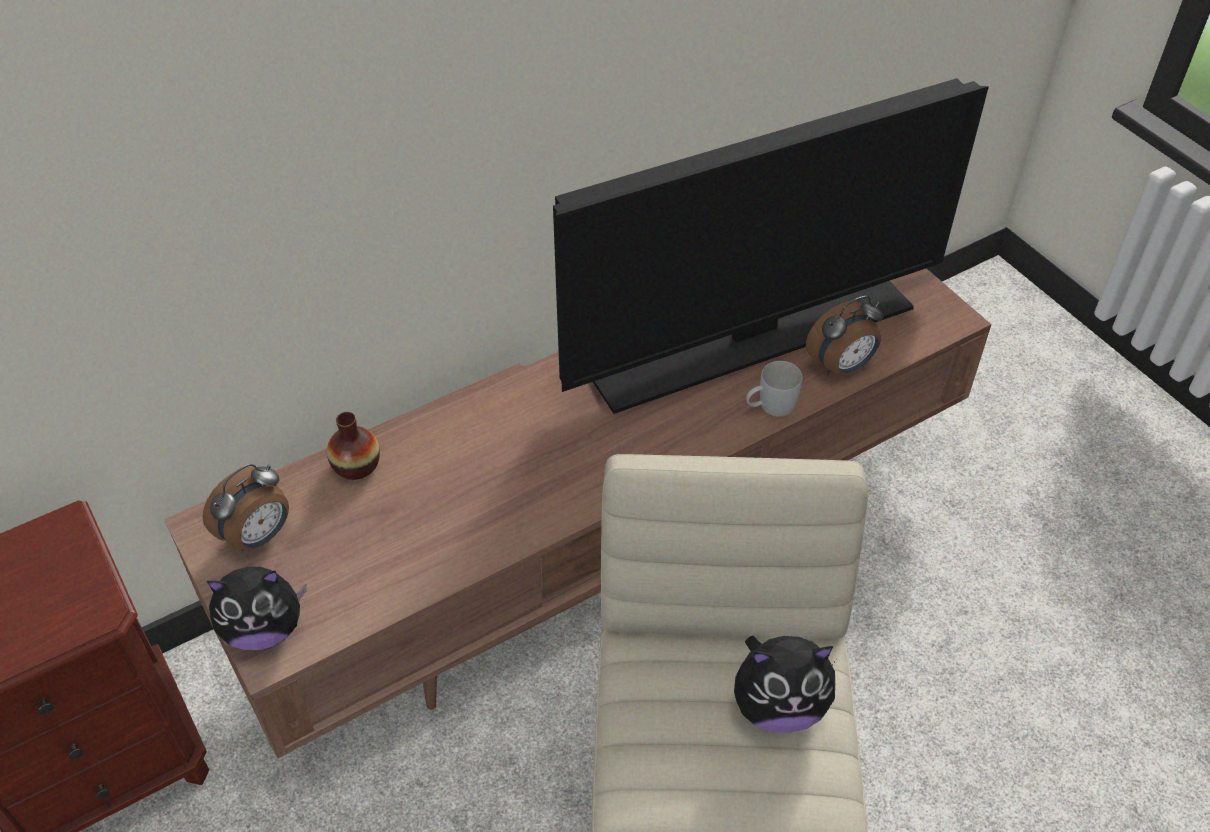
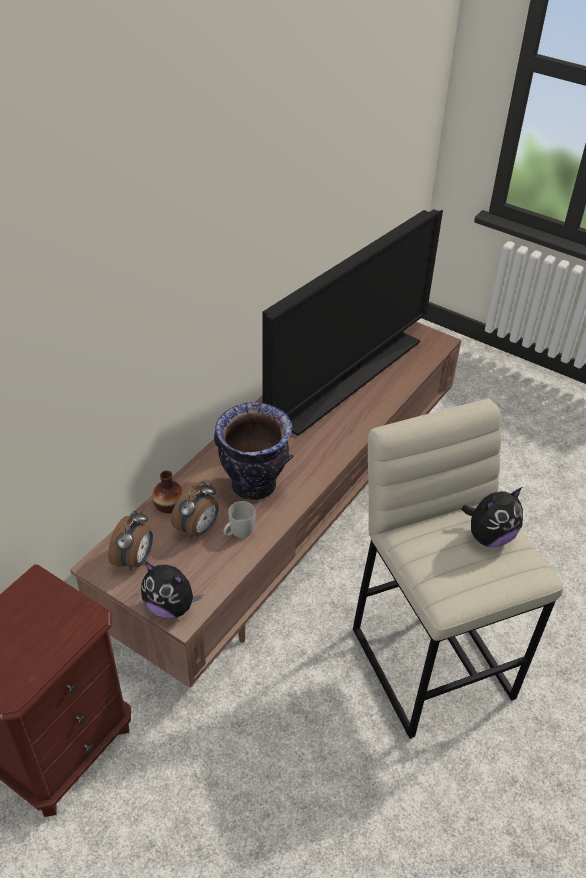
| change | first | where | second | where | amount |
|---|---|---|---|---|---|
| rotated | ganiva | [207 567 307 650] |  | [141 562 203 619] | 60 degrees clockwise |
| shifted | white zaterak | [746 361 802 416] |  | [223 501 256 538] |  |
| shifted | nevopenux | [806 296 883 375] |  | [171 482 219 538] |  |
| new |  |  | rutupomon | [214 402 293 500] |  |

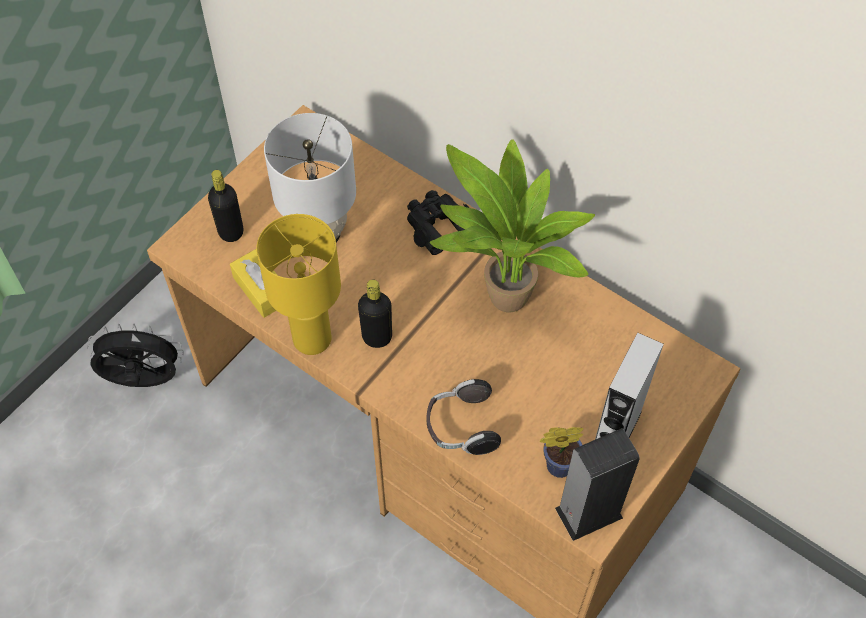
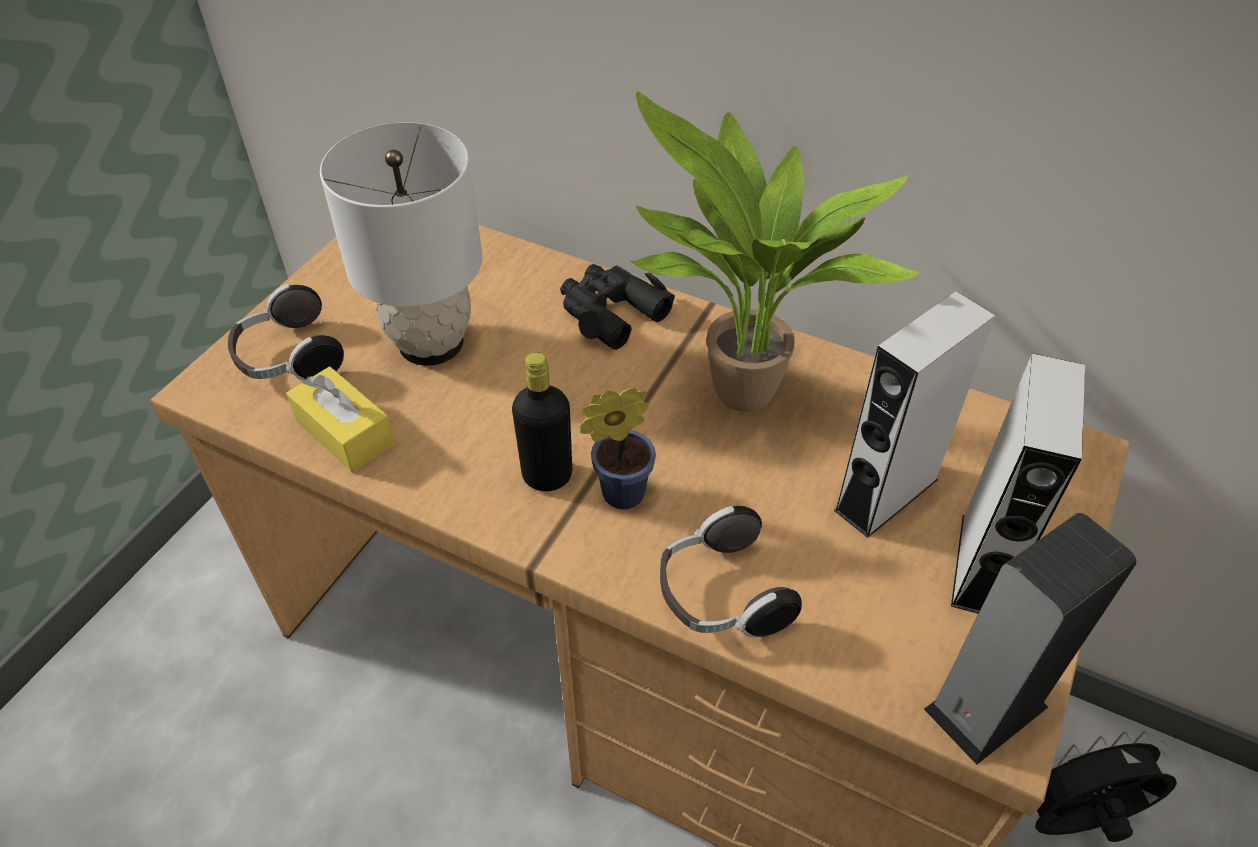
| change | first | where | second | where | amount |
|---|---|---|---|---|---|
| shifted | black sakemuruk | [87 323 184 387] |  | [1035 731 1177 842] |  |
| swapped | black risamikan | [208 170 244 242] | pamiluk | [228 284 344 381] |  |
| gone | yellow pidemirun | [256 214 341 355] |  |  |  |
| shifted | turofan | [540 427 584 478] |  | [580 388 656 509] |  |
| new |  |  | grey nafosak | [833 291 996 538] |  |

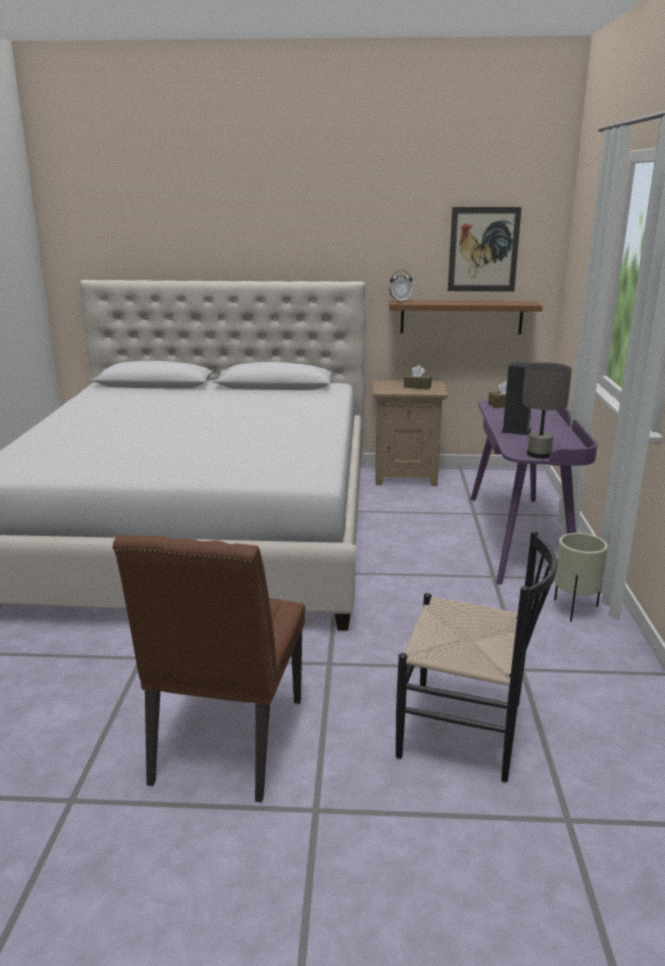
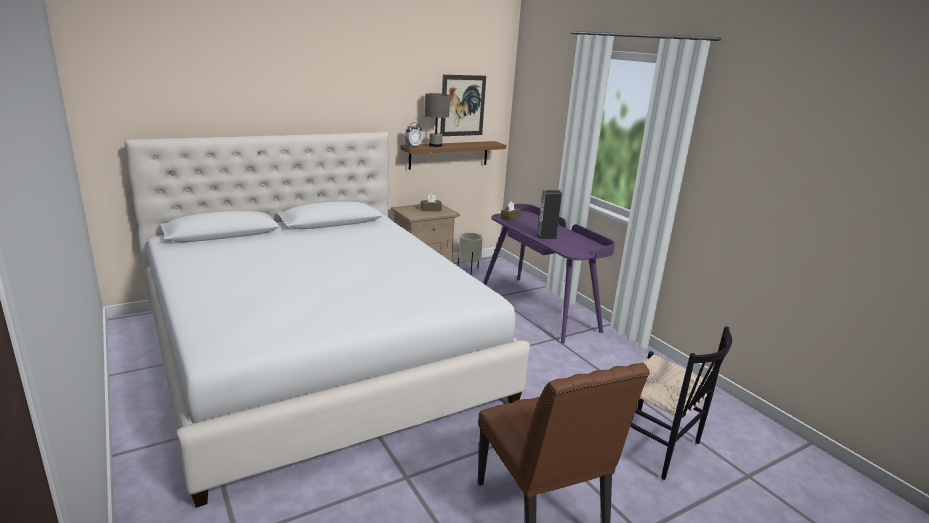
| change | first | where | second | where | amount |
|---|---|---|---|---|---|
| rotated | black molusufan | [396 531 557 782] |  | [630 326 732 480] | 60 degrees clockwise |
| shifted | grey pidemirun | [522 362 572 459] |  | [425 93 450 147] |  |
| shifted | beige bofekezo | [554 533 608 622] |  | [458 233 483 274] |  |

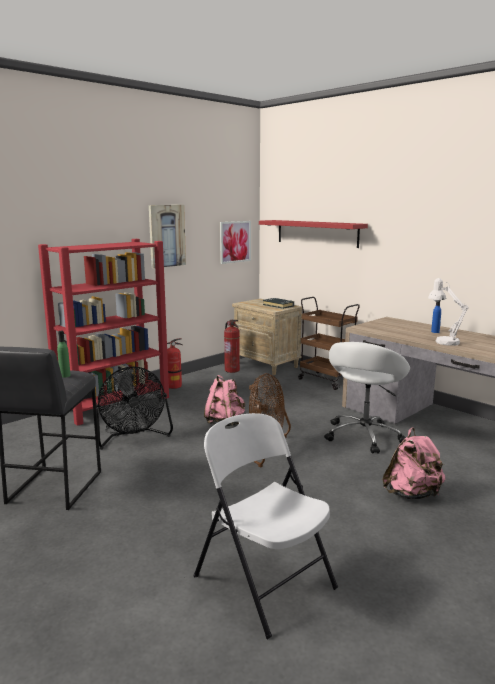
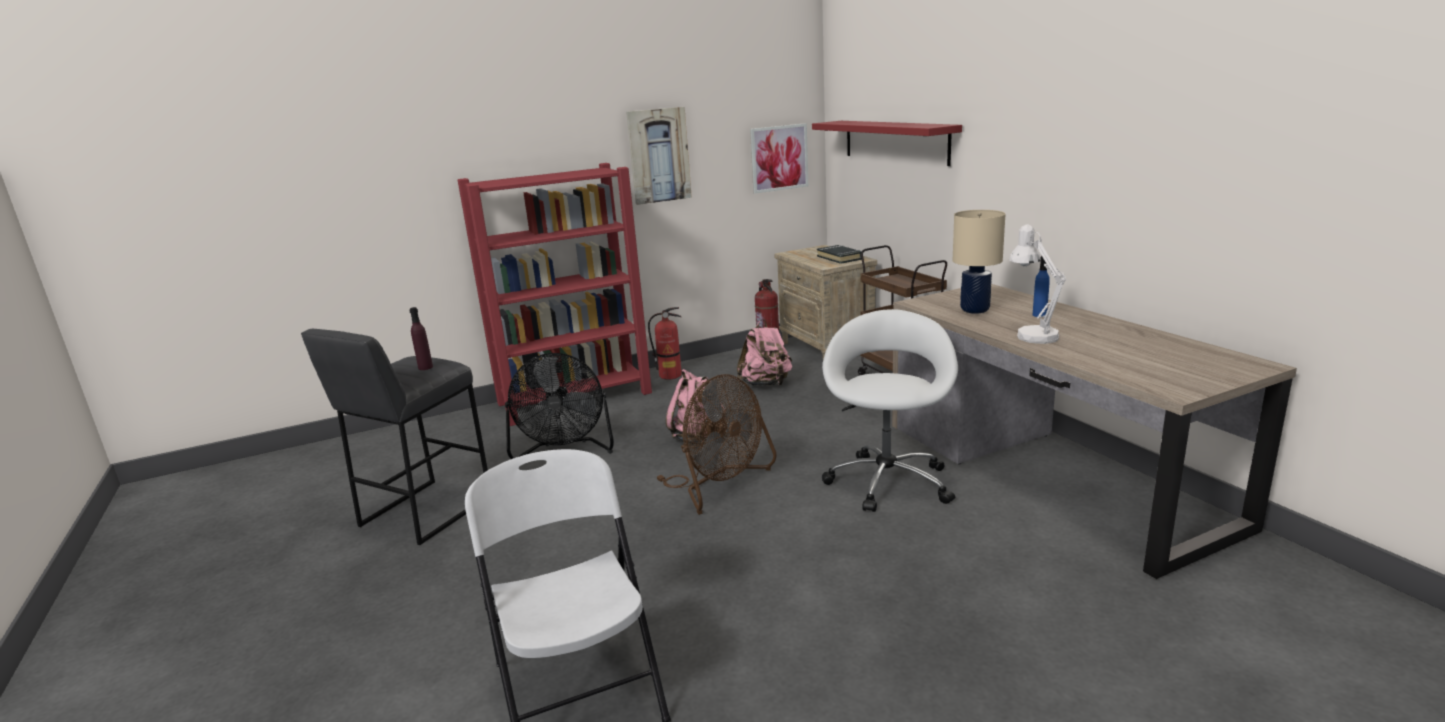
| change | first | where | second | where | amount |
|---|---|---|---|---|---|
| repainted | green risamikan | [57 331 71 378] | purple risamikan | [409 307 433 370] |  |
| rotated | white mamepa | [324 342 410 453] |  | [822 309 958 512] | 150 degrees clockwise |
| shifted | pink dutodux | [382 428 445 499] |  | [737 319 792 386] |  |
| new |  |  | beige pidemirun | [953 210 1005 314] |  |

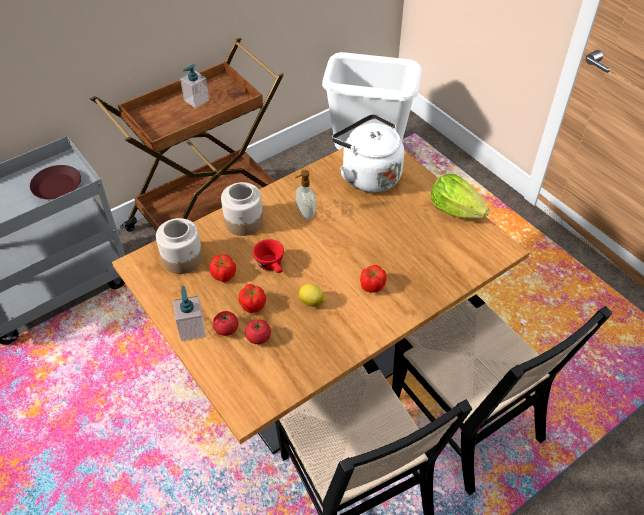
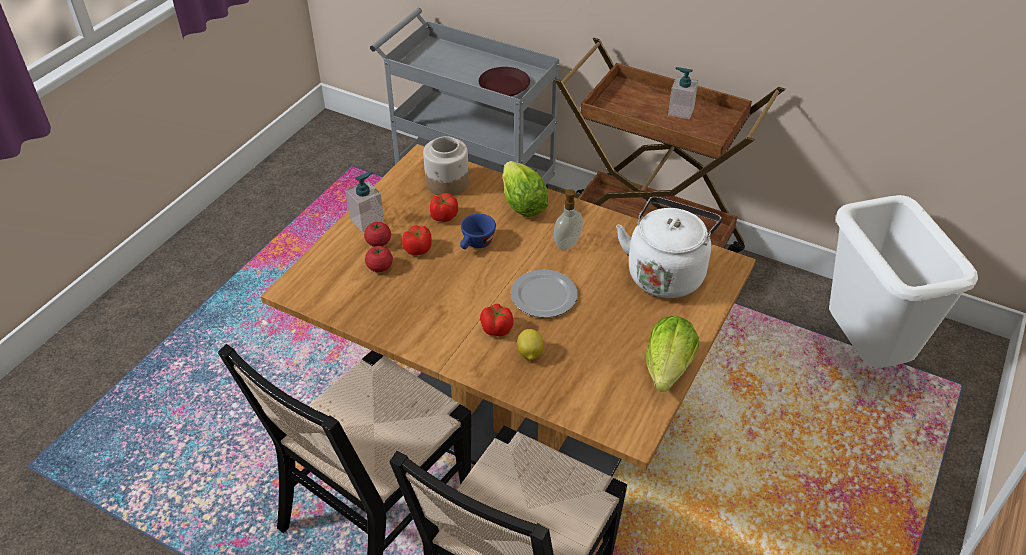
| change | first | where | second | where | amount |
|---|---|---|---|---|---|
| swapped | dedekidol | [221 182 263 236] | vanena | [503 161 548 217] |  |
| repainted | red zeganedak | [253 239 284 273] | blue zeganedak | [460 214 496 249] |  |
| shifted | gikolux | [298 284 325 307] |  | [517 329 544 361] |  |
| new |  |  | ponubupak | [511 269 578 318] |  |

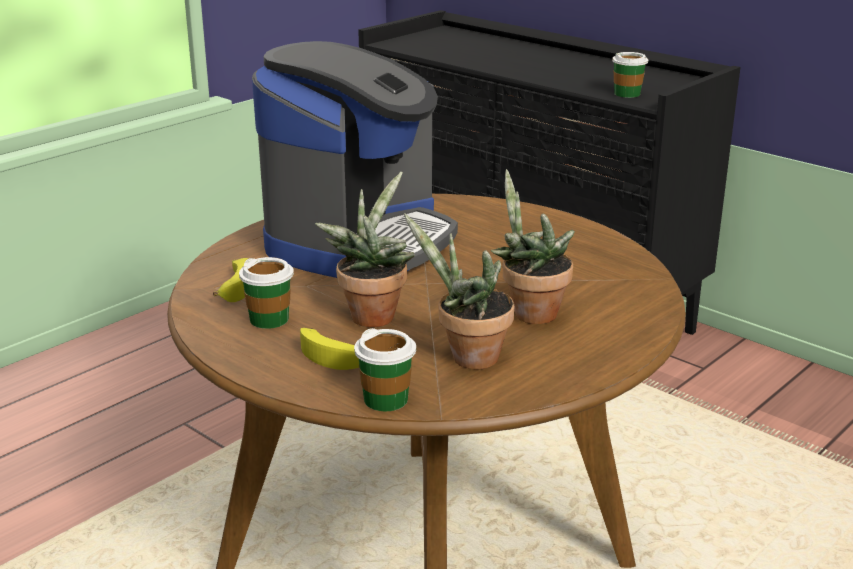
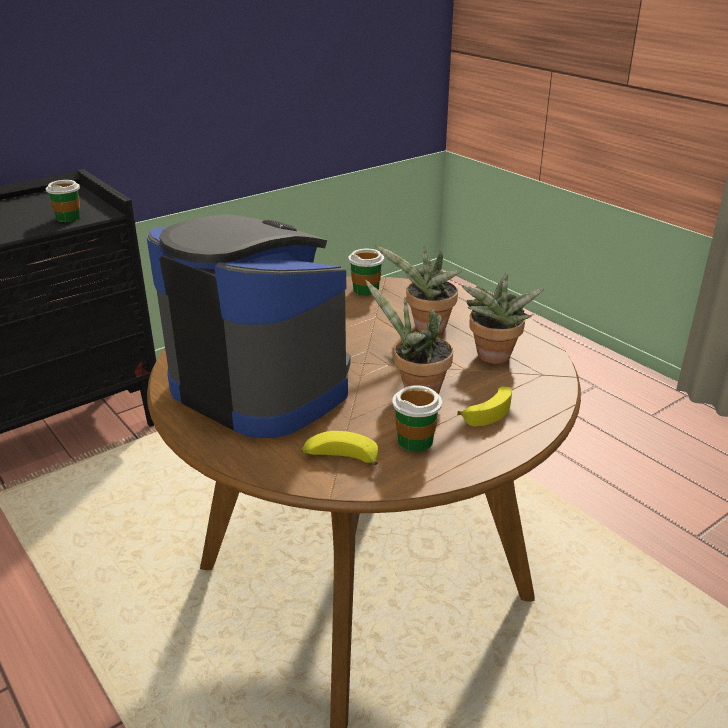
| change | first | where | second | where | amount |
|---|---|---|---|---|---|
| shifted | zeganedak | [354 328 416 411] |  | [348 249 384 296] |  |

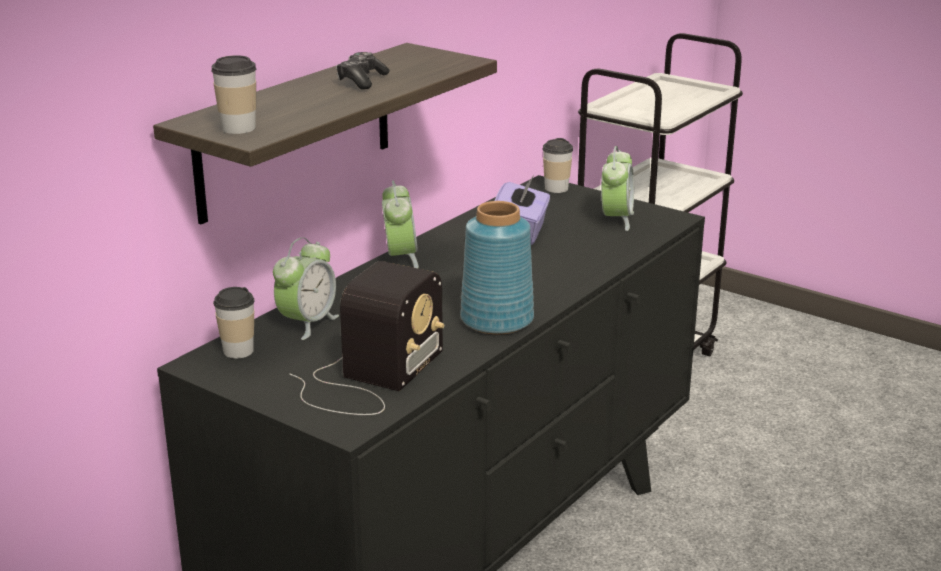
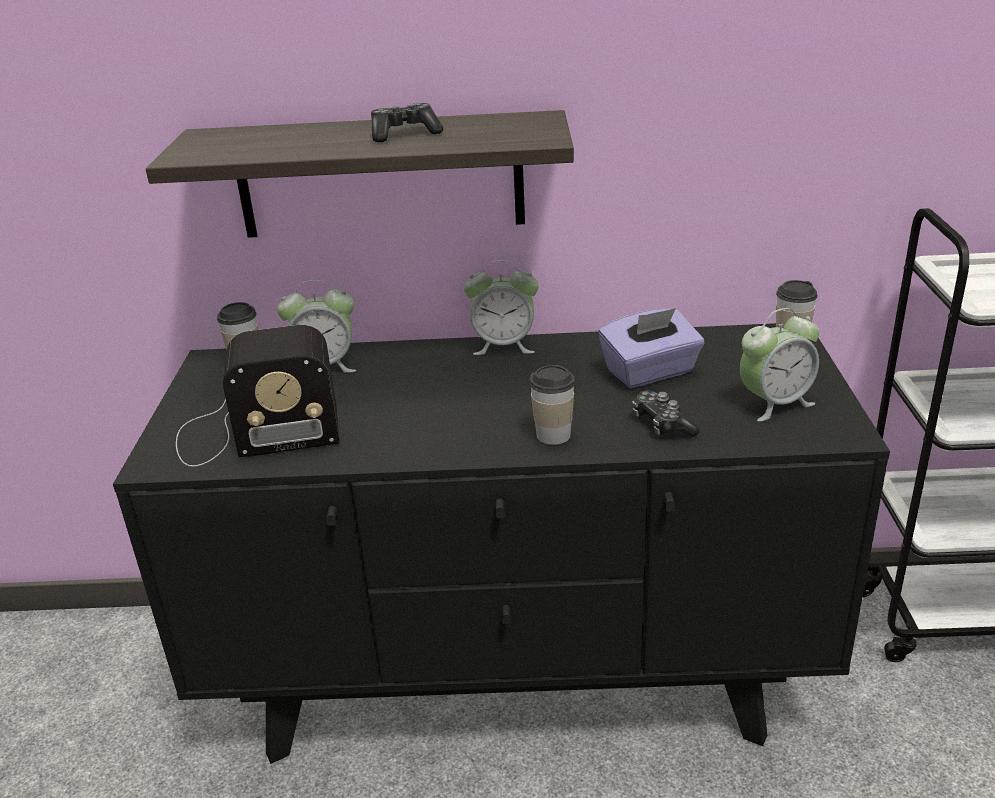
| change | first | where | second | where | amount |
|---|---|---|---|---|---|
| shifted | zeganedak | [211 55 256 134] |  | [529 365 575 445] |  |
| rotated | nevopenux | [382 180 419 268] |  | [464 260 539 355] | 45 degrees clockwise |
| gone | blue rutupomon | [460 201 534 335] |  |  |  |
| new |  |  | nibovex | [632 391 700 437] |  |

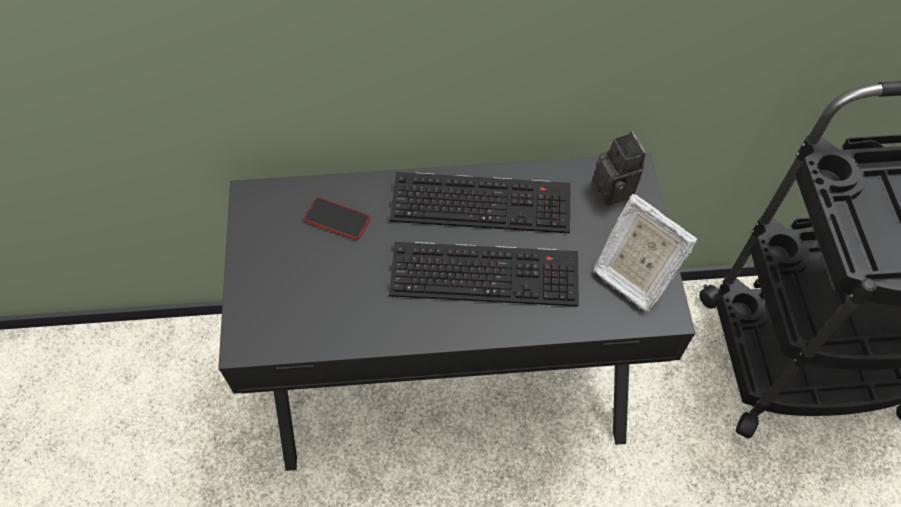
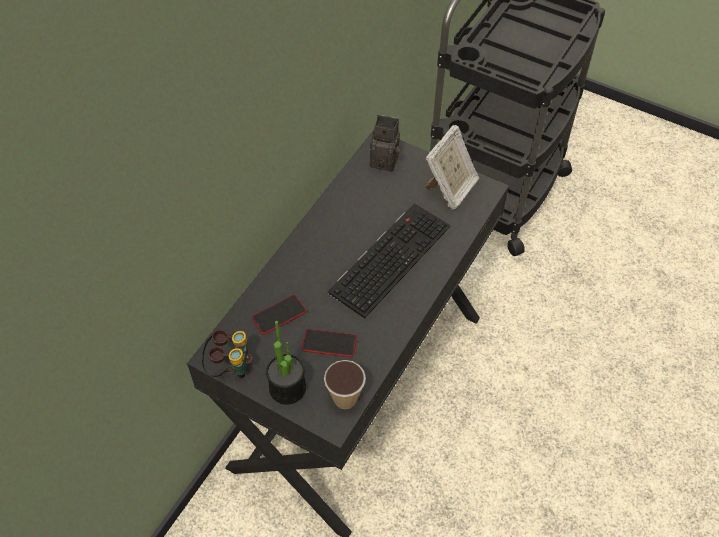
| change | first | where | second | where | amount |
|---|---|---|---|---|---|
| gone | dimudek | [390 172 571 233] |  |  |  |
| rotated | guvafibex | [594 194 697 311] |  | [425 125 479 210] | 45 degrees counterclockwise |
| new |  |  | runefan | [202 329 253 378] |  |
| new |  |  | turofan | [266 321 306 405] |  |
| new |  |  | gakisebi | [302 329 357 357] |  |
| new |  |  | zeganedak | [324 360 366 409] |  |

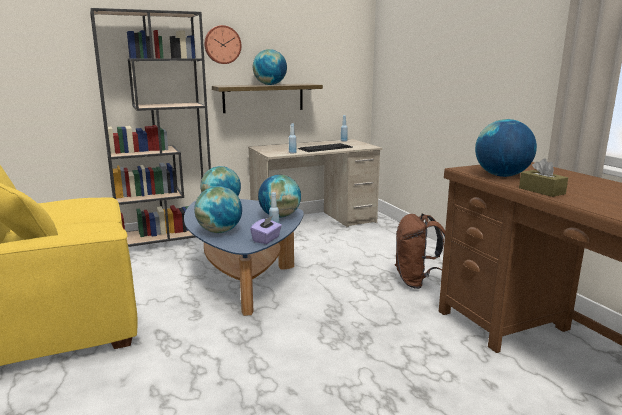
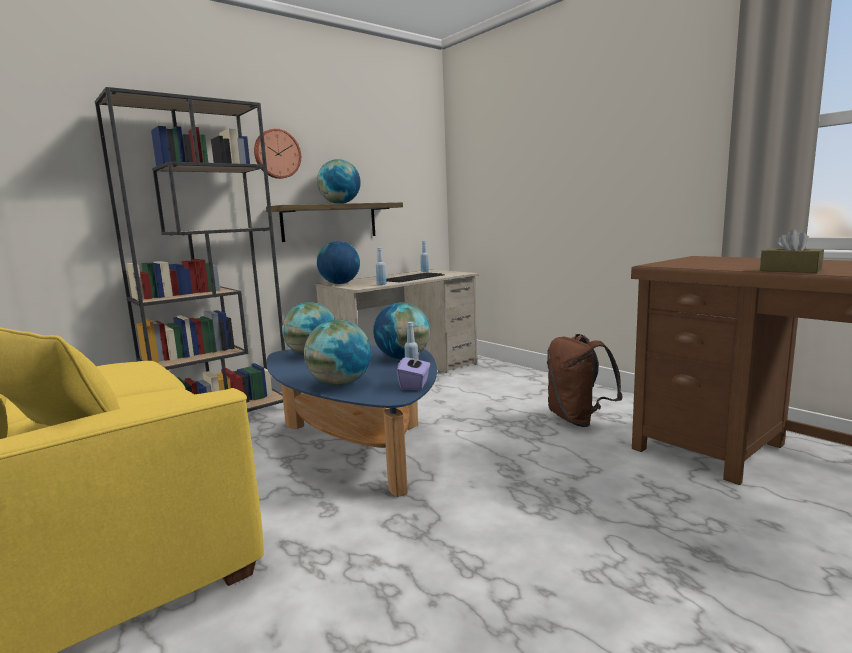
| change | first | where | second | where | amount |
|---|---|---|---|---|---|
| shifted | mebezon | [475 119 537 177] |  | [317 241 360 284] |  |

